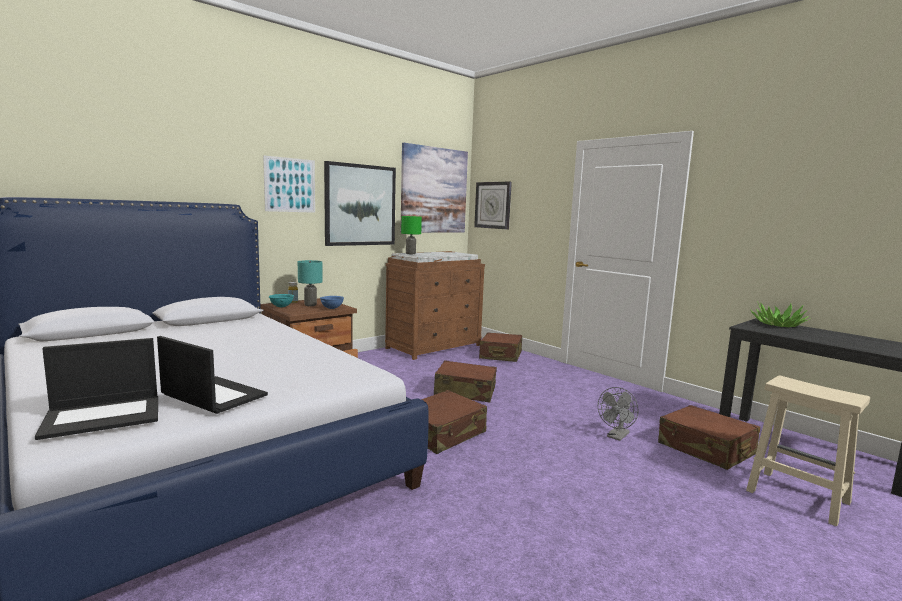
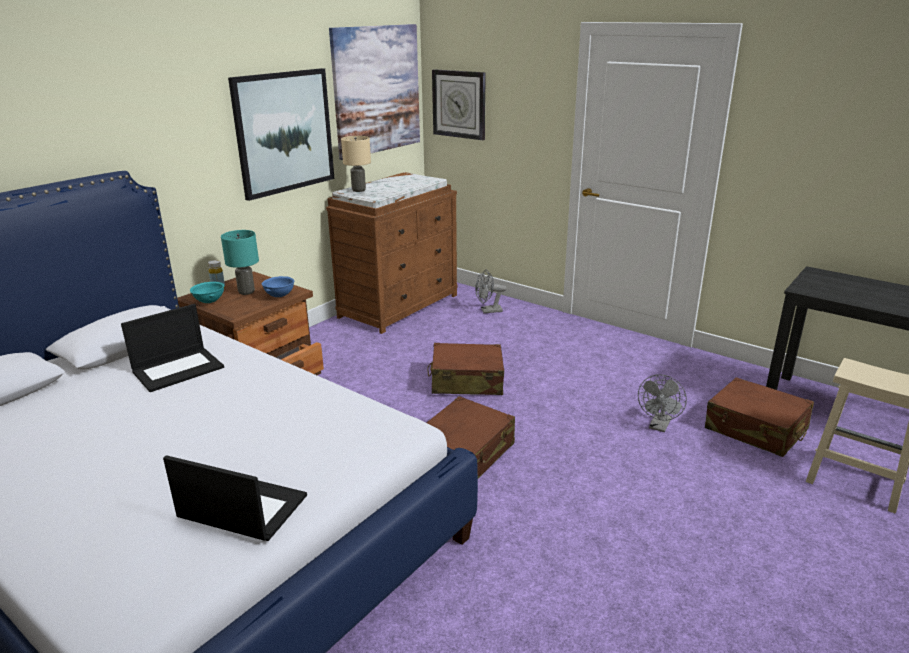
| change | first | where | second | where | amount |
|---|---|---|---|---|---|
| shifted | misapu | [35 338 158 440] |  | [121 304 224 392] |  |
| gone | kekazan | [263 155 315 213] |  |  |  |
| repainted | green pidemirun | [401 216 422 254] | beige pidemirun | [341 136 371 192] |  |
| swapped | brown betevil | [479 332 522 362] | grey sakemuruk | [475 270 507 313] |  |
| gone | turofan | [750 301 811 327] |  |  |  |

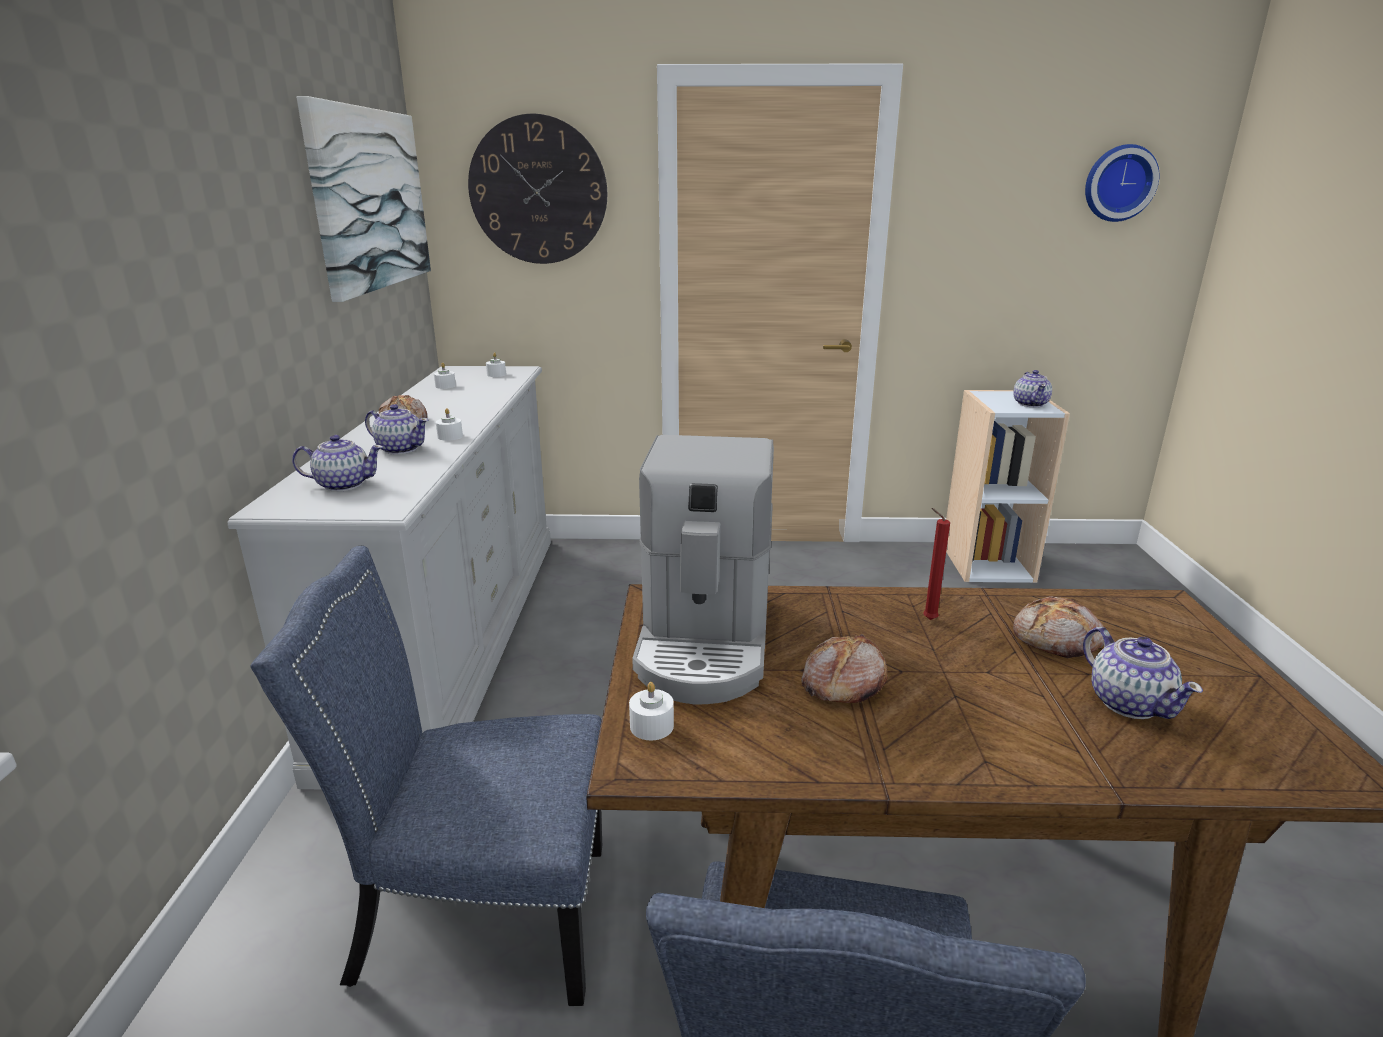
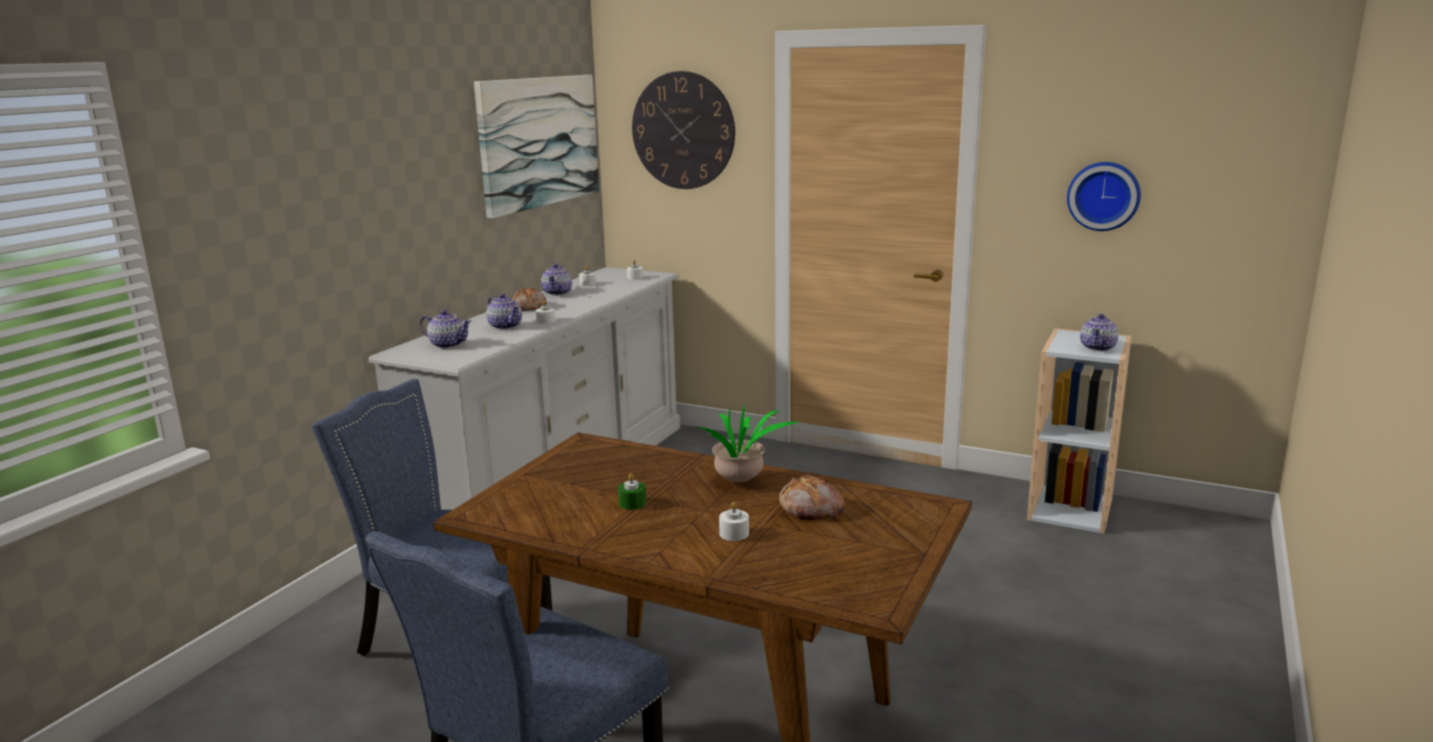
| change | first | where | second | where | amount |
|---|---|---|---|---|---|
| shifted | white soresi | [629 682 674 740] |  | [719 502 749 541] |  |
| gone | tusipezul | [632 435 774 704] |  |  |  |
| swapped | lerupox | [801 634 888 703] | green soresi | [618 473 646 510] |  |
| swapped | red soresi | [923 508 950 620] | turofan | [695 405 798 482] |  |
| shifted | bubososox | [1083 627 1203 719] |  | [541 264 572 295] |  |
| shifted | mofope | [1085 144 1160 222] |  | [1067 162 1141 231] |  |

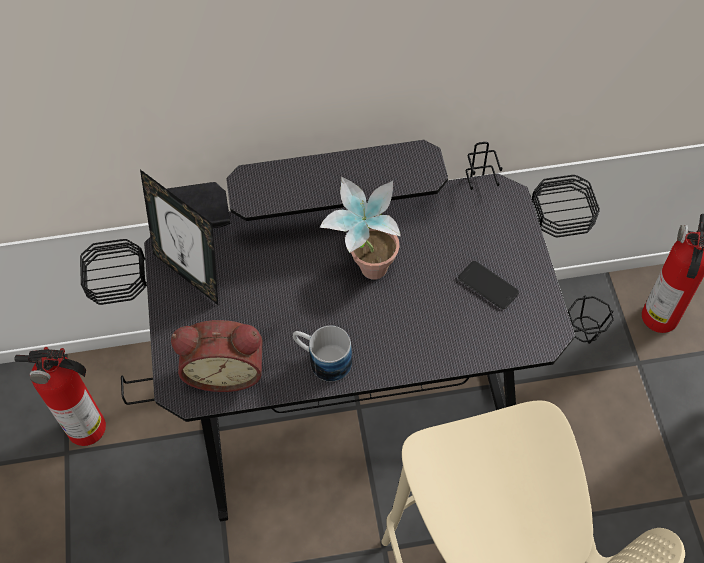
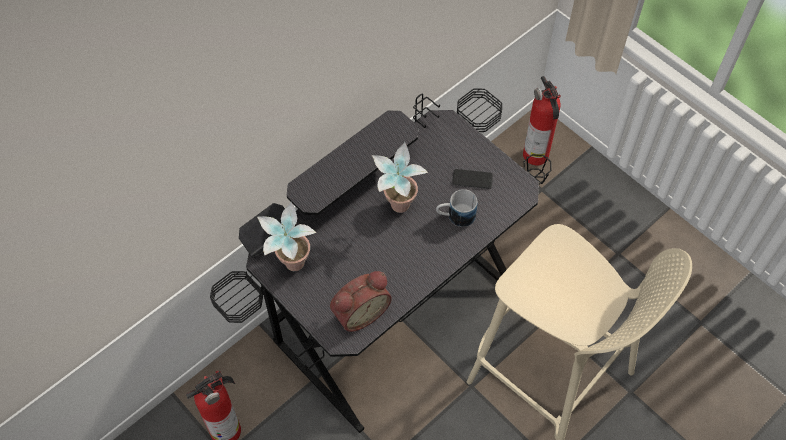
| change | first | where | second | where | amount |
|---|---|---|---|---|---|
| swapped | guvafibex | [140 169 218 305] | turofan | [257 202 316 271] |  |
| shifted | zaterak | [293 325 352 381] |  | [436 189 478 227] |  |

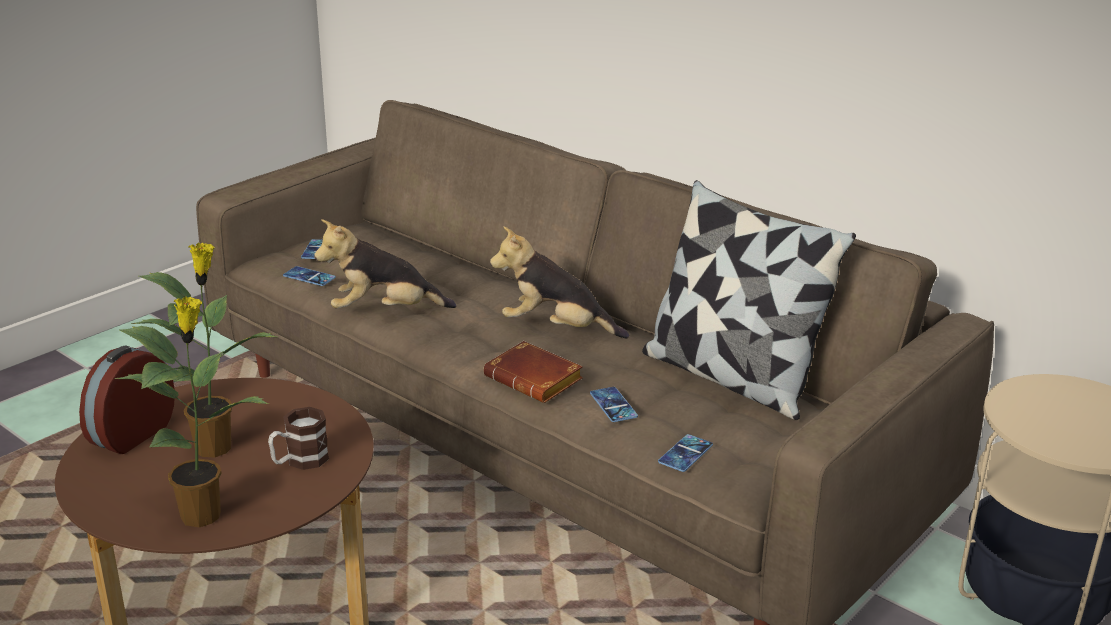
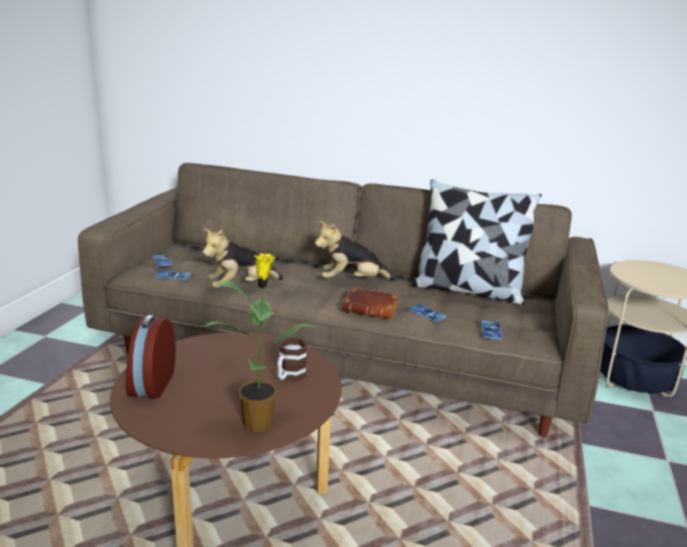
| change | first | where | second | where | amount |
|---|---|---|---|---|---|
| gone | turofan | [131 242 277 457] |  |  |  |

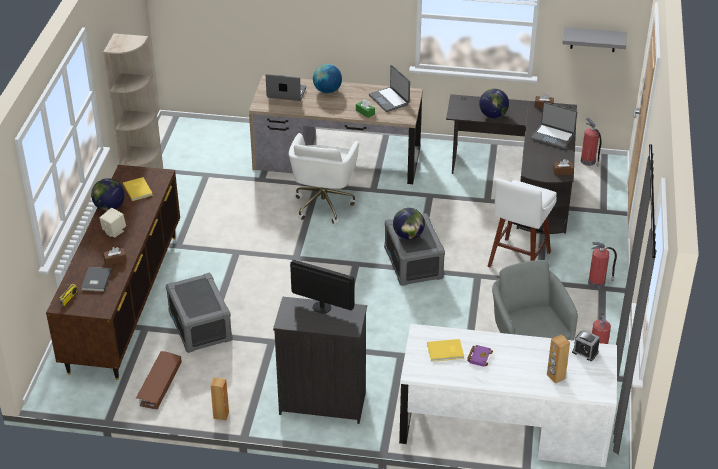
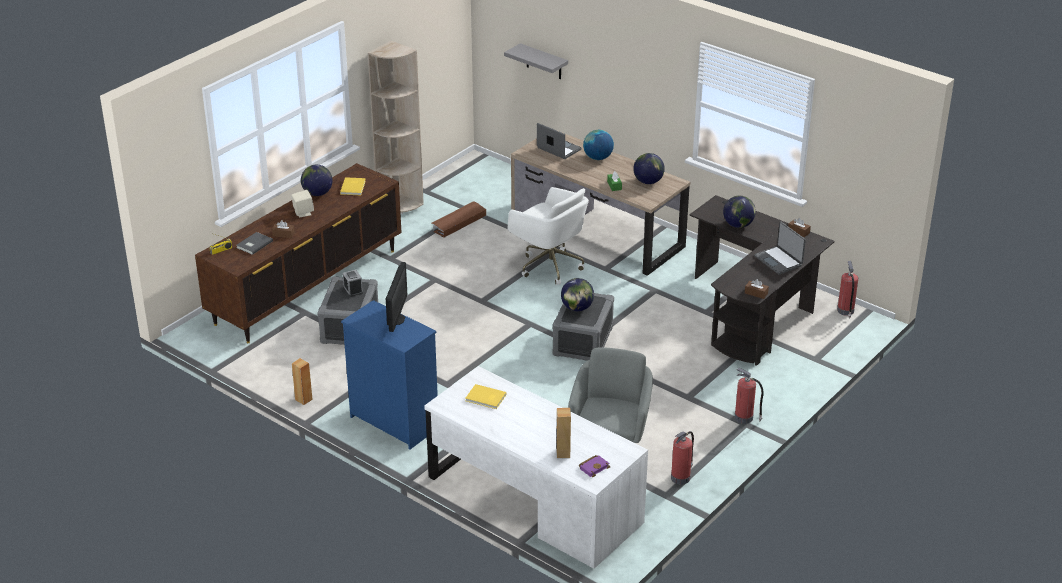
| change | first | where | second | where | amount |
|---|---|---|---|---|---|
| shifted | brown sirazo | [136 351 182 410] |  | [432 201 486 238] |  |
| repainted | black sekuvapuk | [273 296 367 424] | blue sekuvapuk | [341 300 438 449] |  |
| rotated | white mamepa | [289 133 359 224] |  | [508 187 589 285] | 90 degrees counterclockwise |
| rotated | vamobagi | [290 260 355 314] |  | [386 262 407 332] | 45 degrees clockwise |
| swapped | misapu | [369 65 410 112] | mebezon | [633 153 665 184] |  |
| shifted | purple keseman | [467 345 493 367] |  | [579 455 610 477] |  |
| gone | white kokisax | [487 178 557 267] |  |  |  |
| shifted | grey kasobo | [562 27 626 52] |  | [504 43 568 79] |  |
| shifted | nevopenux | [572 330 600 361] |  | [342 270 363 297] |  |

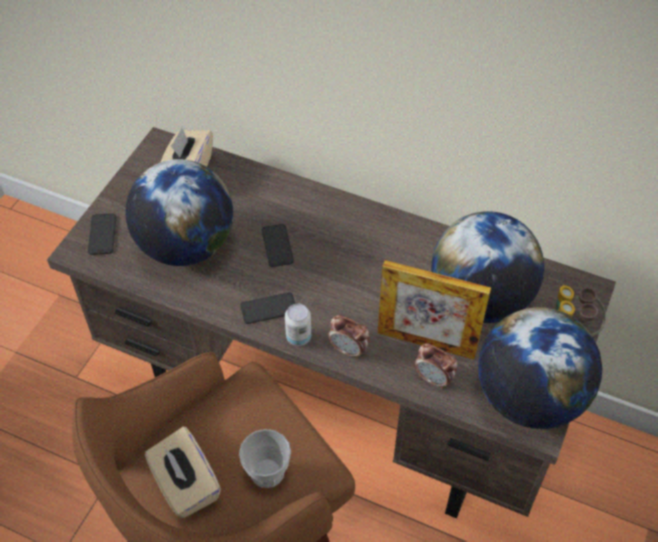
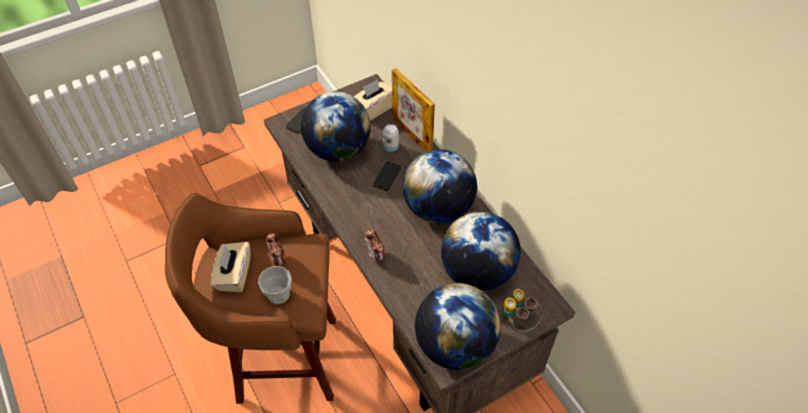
| change | first | where | second | where | amount |
|---|---|---|---|---|---|
| gone | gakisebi | [240 292 295 324] |  |  |  |
| shifted | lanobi | [285 304 311 346] |  | [383 124 399 152] |  |
| shifted | guvafibex | [377 260 491 360] |  | [392 68 435 152] |  |
| shifted | nevopenux | [414 343 458 389] |  | [266 233 286 266] |  |
| new |  |  | mebezon | [403 149 477 224] |  |

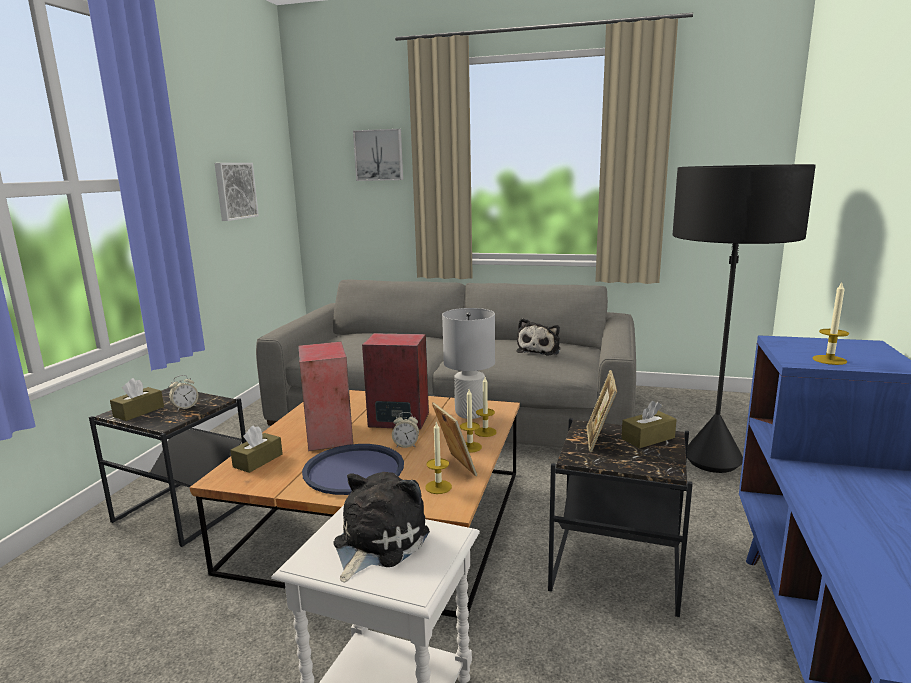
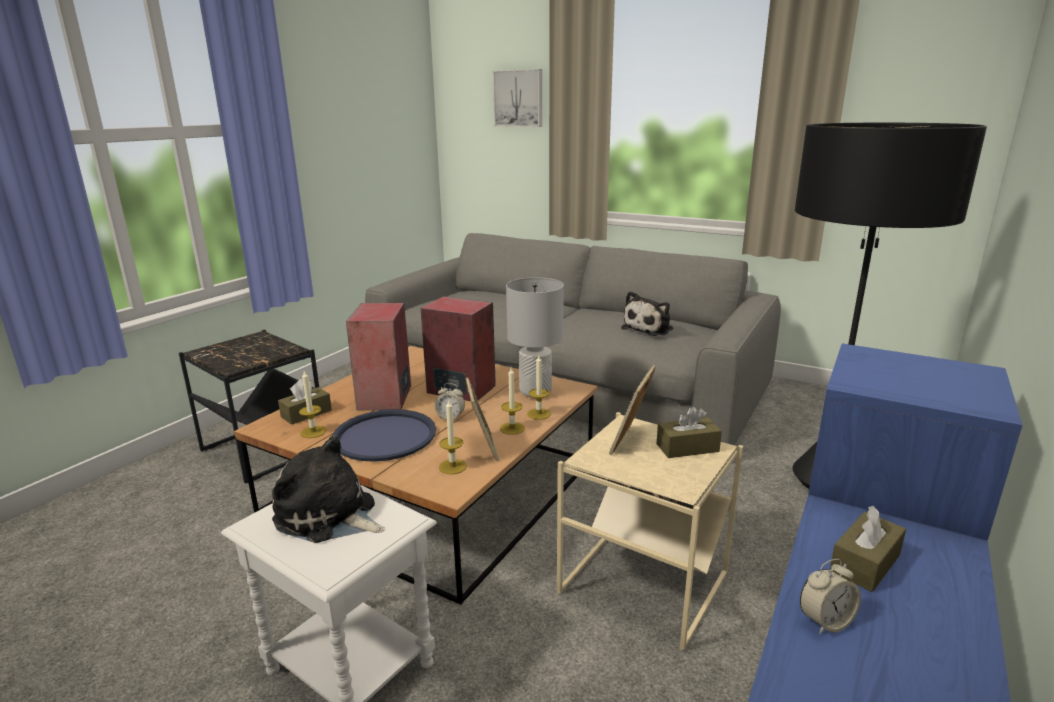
| change | first | where | second | where | amount |
|---|---|---|---|---|---|
| shifted | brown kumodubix | [110 378 164 421] |  | [830 506 906 592] |  |
| shifted | nevopenux | [169 375 198 411] |  | [800 559 861 634] |  |
| gone | kekazan | [214 163 259 221] |  |  |  |
| rotated | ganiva | [334 472 430 582] |  | [272 435 386 543] | 105 degrees counterclockwise |
| repainted | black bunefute | [548 418 693 617] | beige bunefute | [557 412 743 651] |  |
| shifted | soresi | [813 283 849 365] |  | [299 371 326 438] |  |

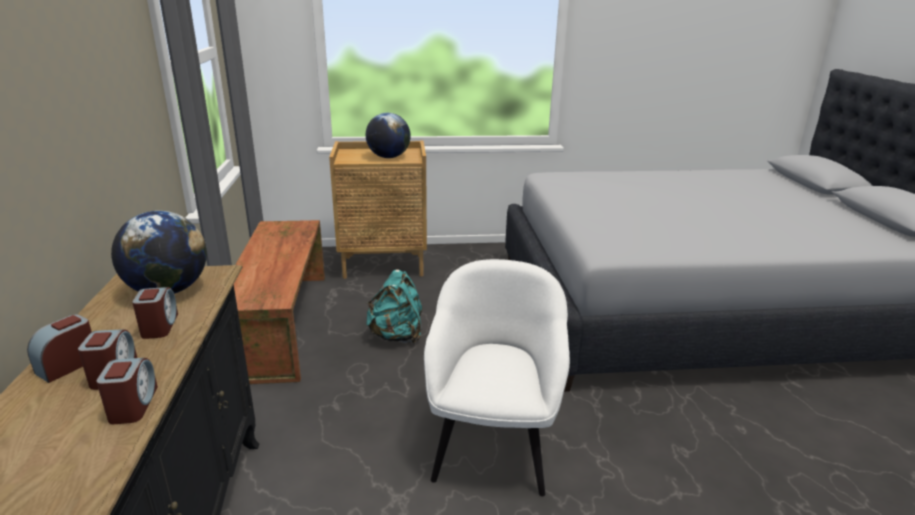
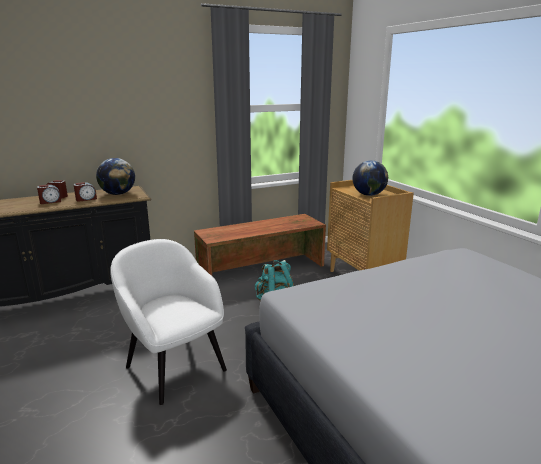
| change | first | where | second | where | amount |
|---|---|---|---|---|---|
| gone | nevopenux | [96 358 158 424] |  |  |  |
| rotated | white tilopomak | [424 259 570 496] |  | [110 239 227 405] | 120 degrees counterclockwise |

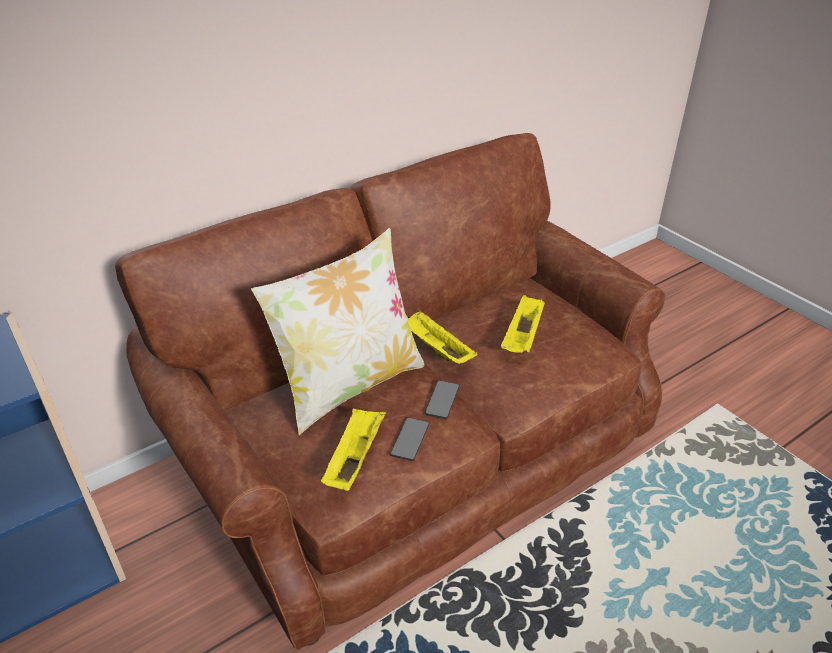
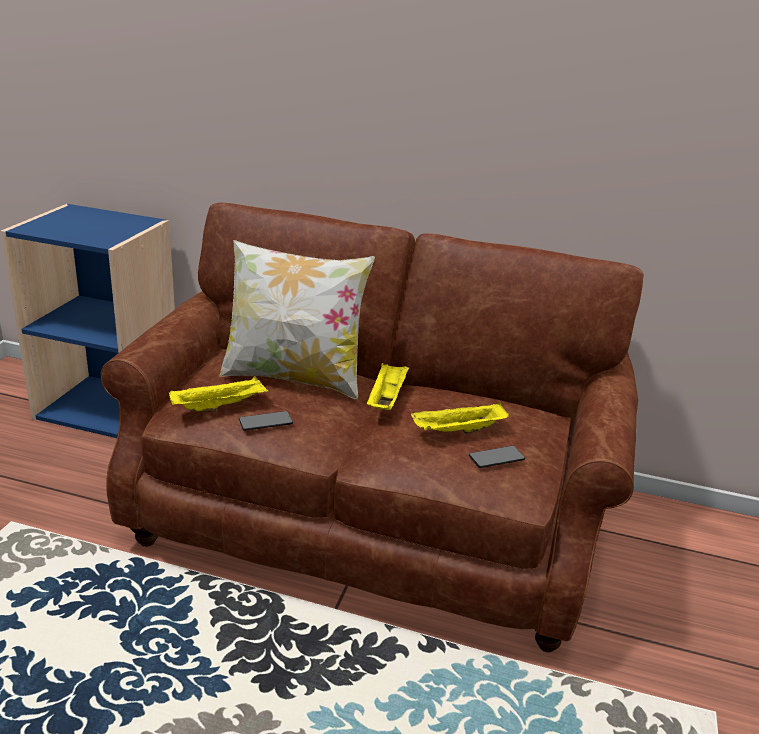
| change | first | where | second | where | amount |
|---|---|---|---|---|---|
| shifted | gakisebi | [425 380 459 419] |  | [469 446 525 468] |  |

